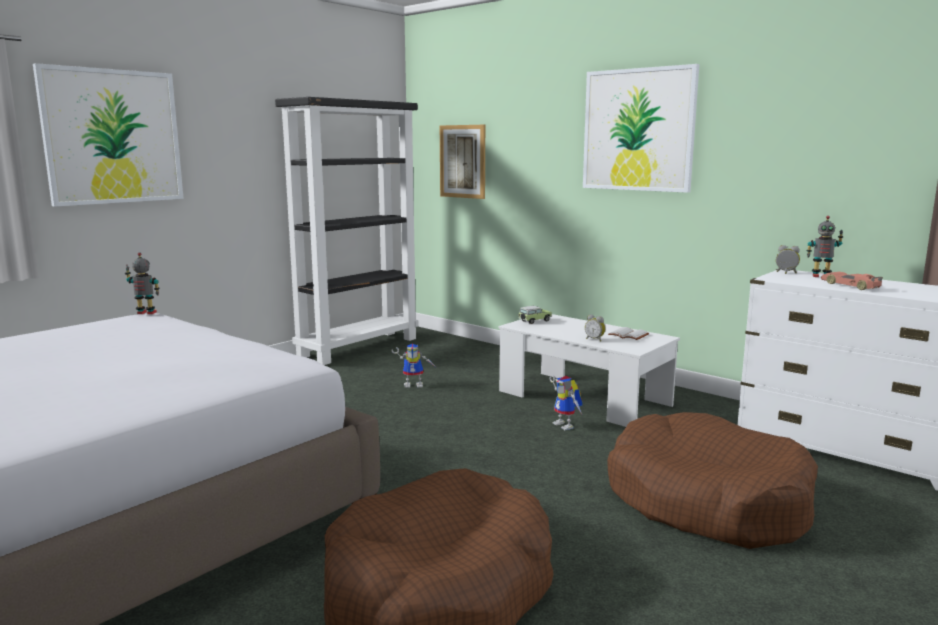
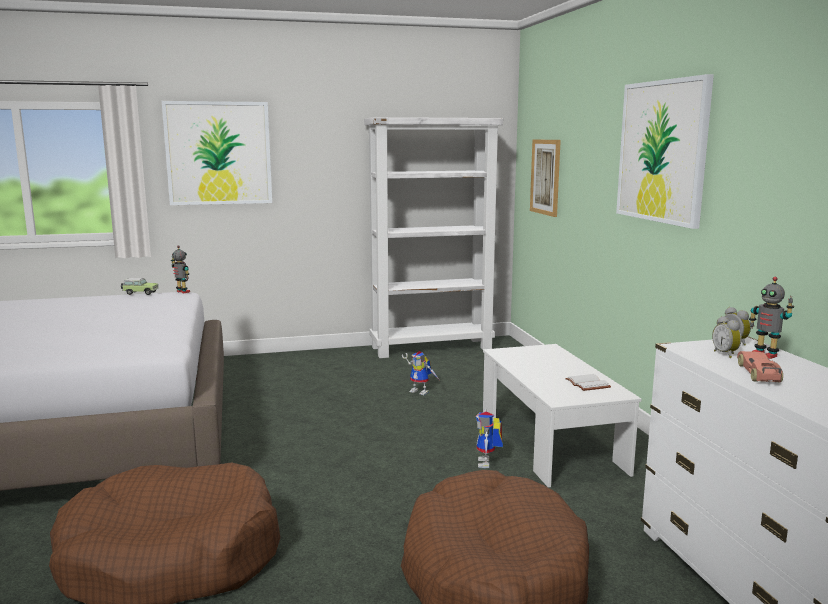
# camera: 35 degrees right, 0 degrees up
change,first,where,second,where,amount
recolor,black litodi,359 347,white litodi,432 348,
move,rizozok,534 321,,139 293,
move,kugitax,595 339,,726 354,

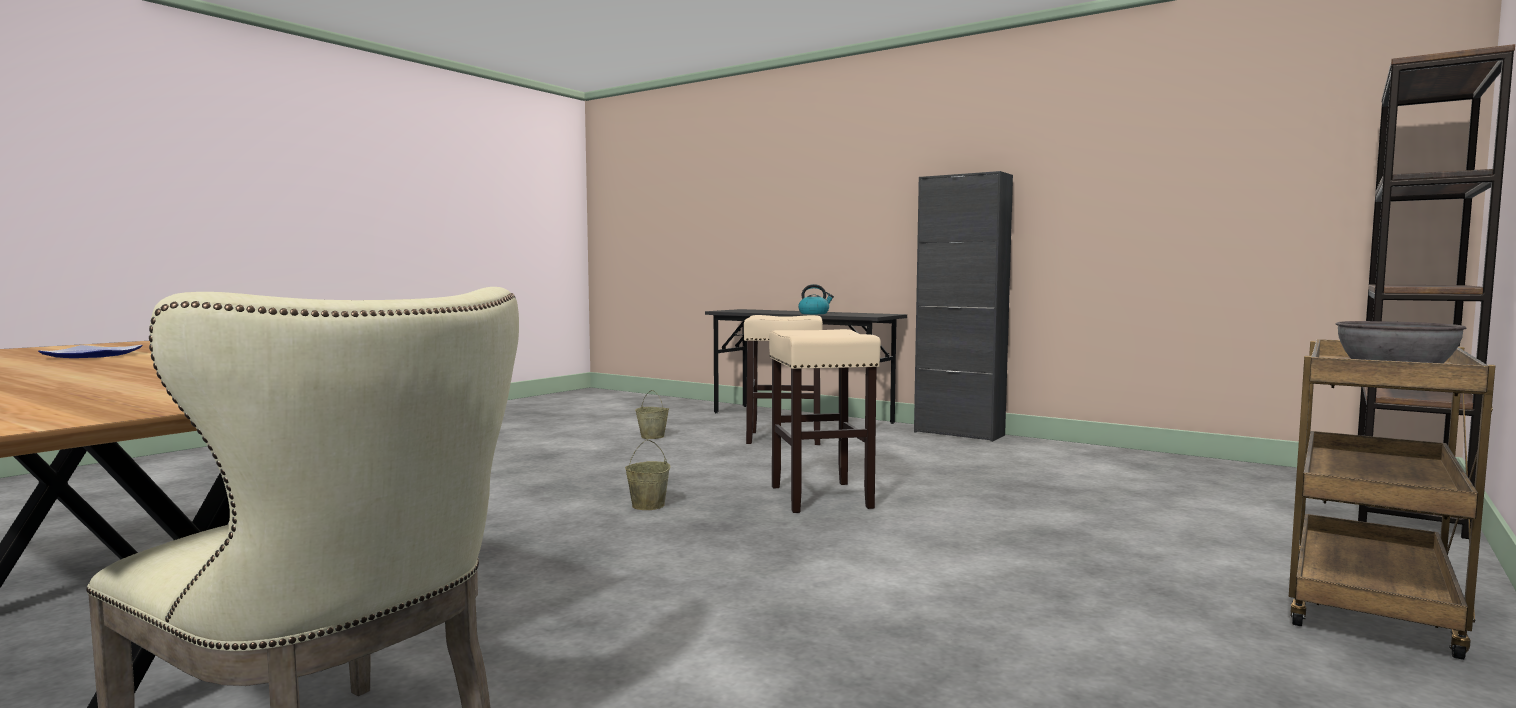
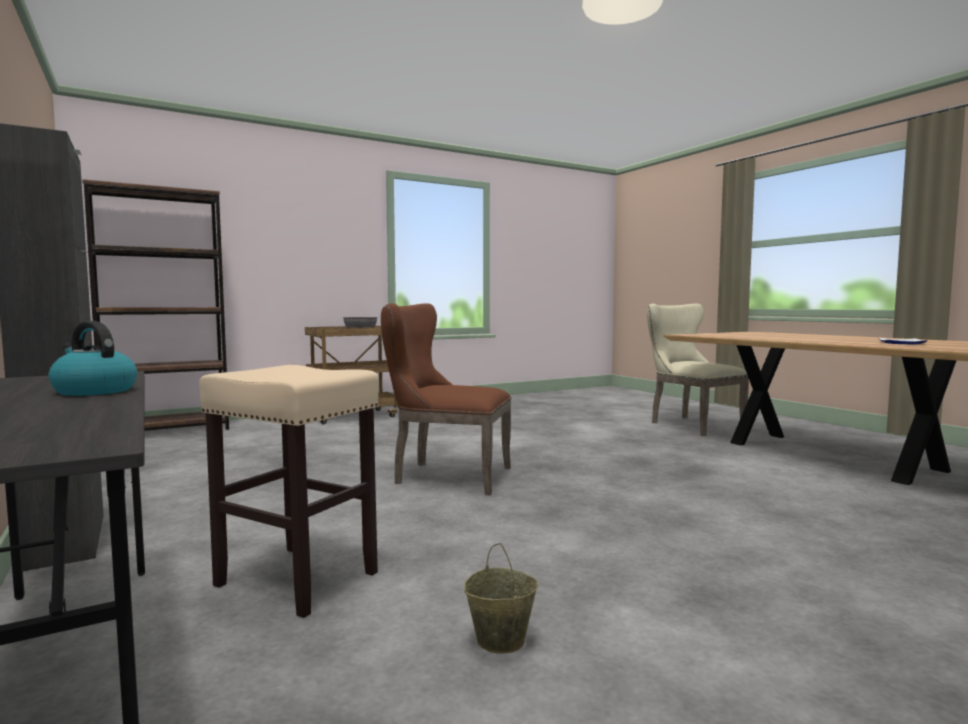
# camera: 155 degrees left, 0 degrees up
change,first,where,second,where,amount
delete,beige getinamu,648 505,,,
replace,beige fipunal,821 497,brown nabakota,445 476,

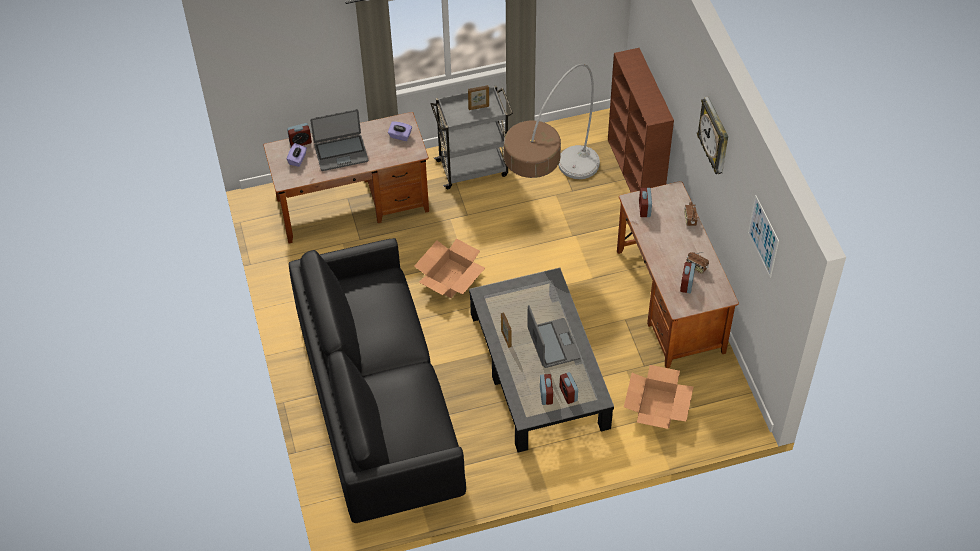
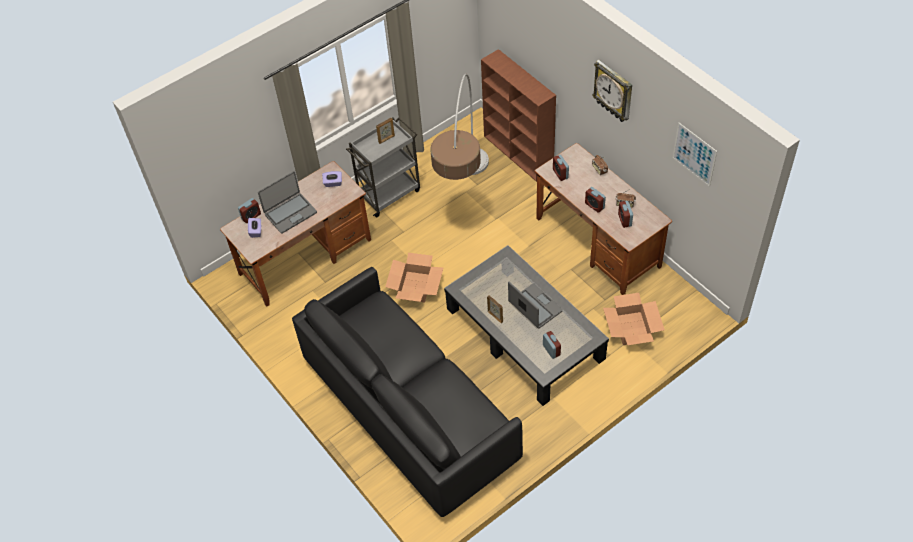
# camera: 20 degrees left, 0 degrees up
change,first,where,second,where,amount
move,kugitax,568 394,,594 205,

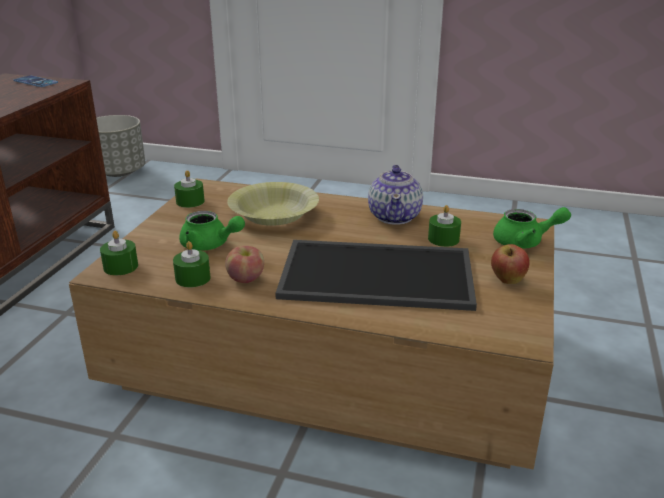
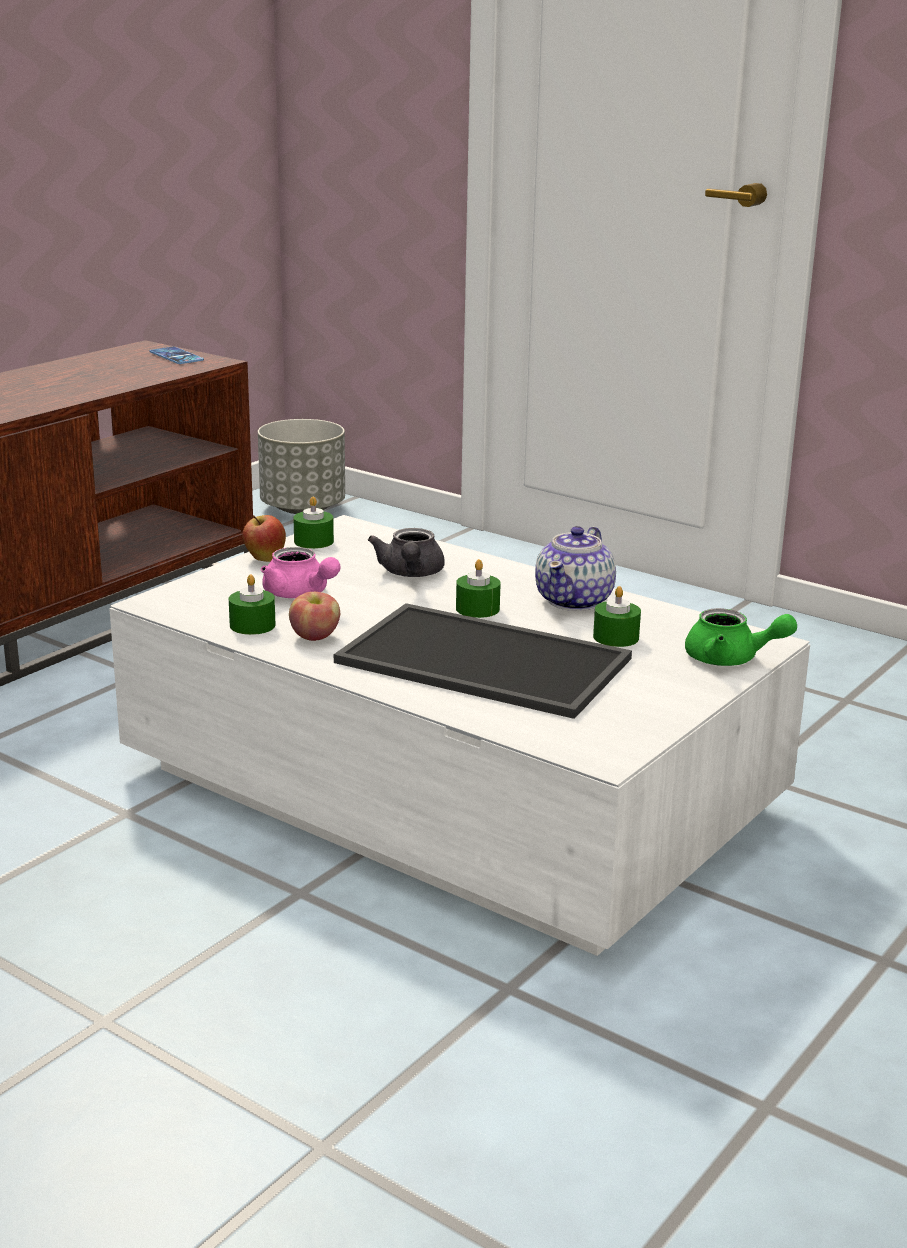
# camera: 20 degrees right, 5 degrees down
change,first,where,second,where,amount
recolor,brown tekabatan,333 357,white tekabatan,452 790,
move,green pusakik,121 266,,477 609,
recolor,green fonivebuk,210 245,pink fonivebuk,300 594,
replace,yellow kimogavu,274 215,grey fonivebuk,410 574,
move,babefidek,507 281,,264 559,

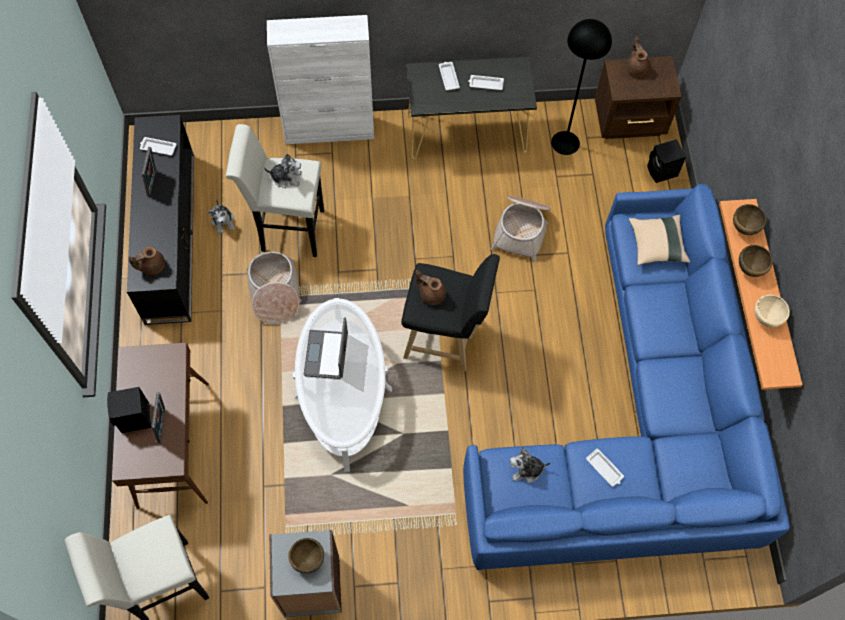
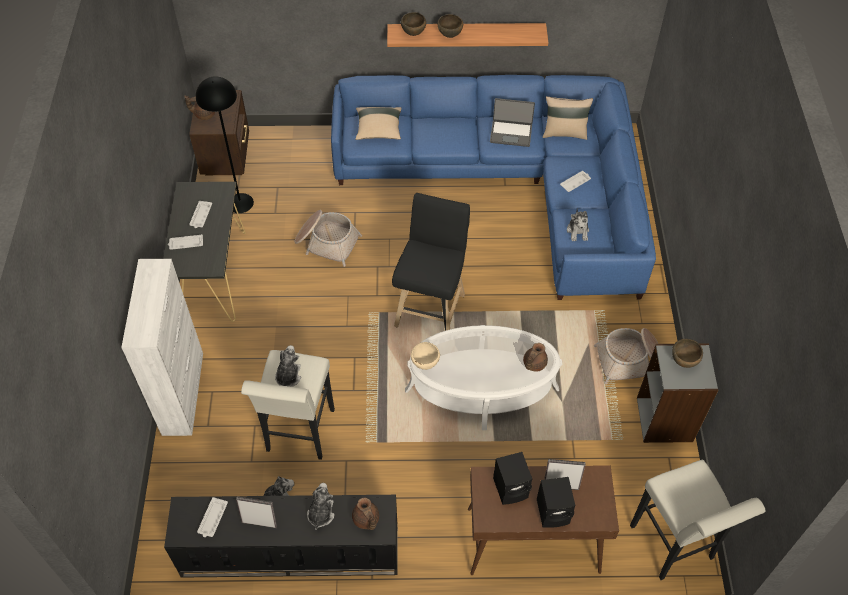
# camera: 85 degrees left, 10 degrees down
change,first,where,second,where,amount
move,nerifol,275 293,,630 361,
move,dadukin,327 355,,511 133,
move,brown fonivebuk,431 294,,533 364,
move,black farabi,662 172,,512 488,
move,beige kimogavu,765 318,,425 364,
insert,,,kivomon,320 513,
insert,,,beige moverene,564 132,

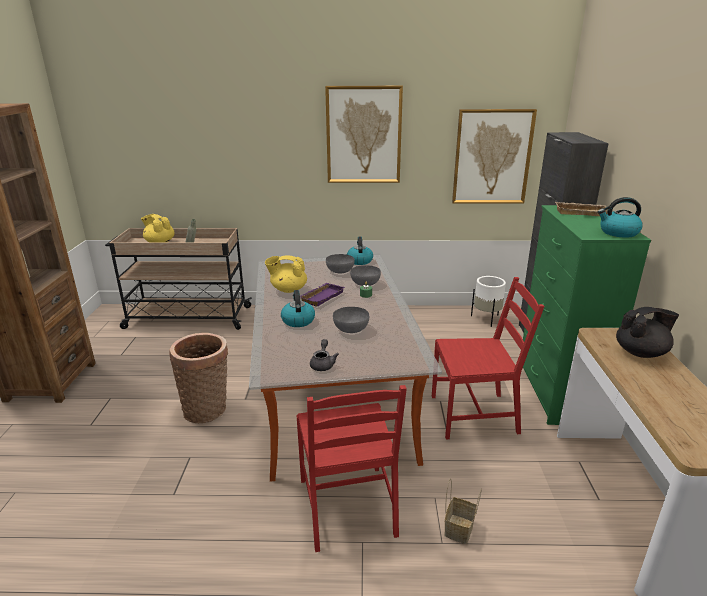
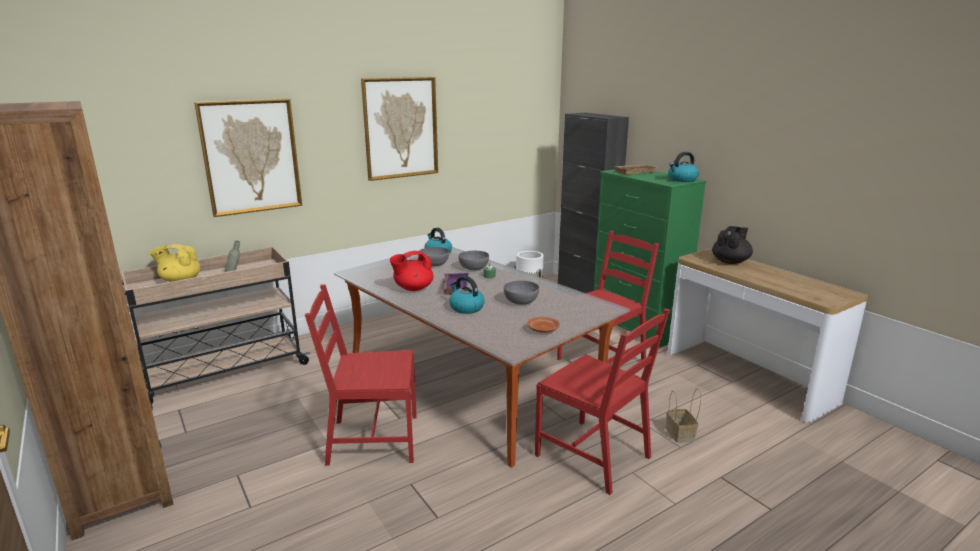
# camera: 35 degrees left, 5 degrees down
change,first,where,second,where,amount
replace,nerifol,208 409,red nabakota,372 440,
recolor,yellow fonivebuk,288 289,red fonivebuk,413 288,
replace,grey fonivebuk,323 364,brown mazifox,542 330,
move,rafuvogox,492 157,,251 157,

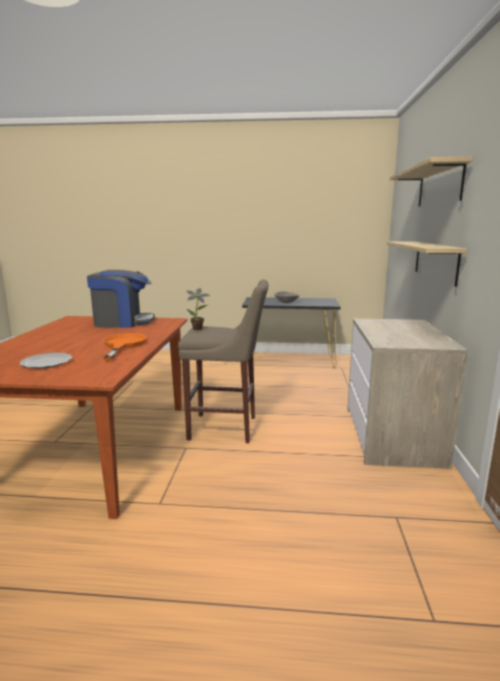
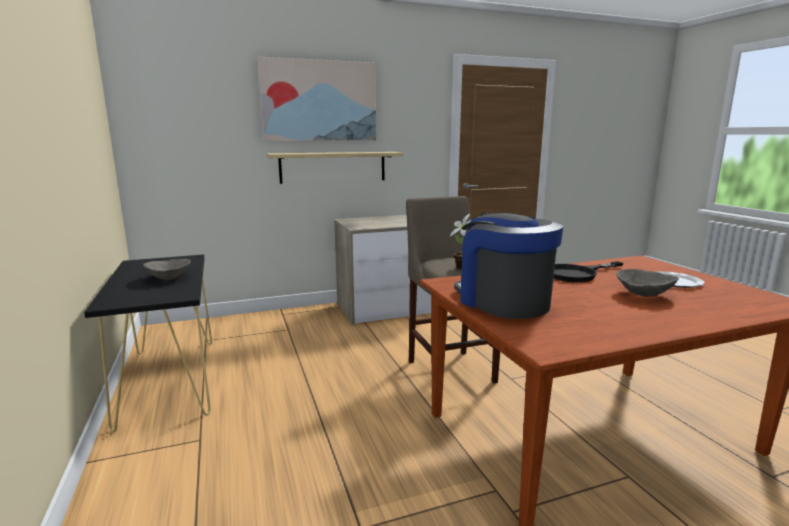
# camera: 115 degrees left, 0 degrees up
change,first,where,second,where,amount
recolor,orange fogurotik,123 345,black fogurotik,577 274,
replace,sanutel,439 186,rafuvogox,319 101,
insert,,,grey kimogavu,644 295,

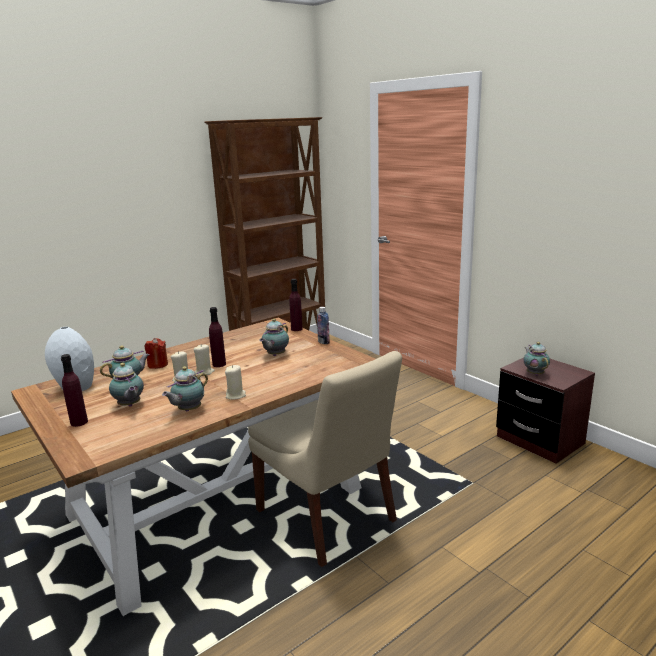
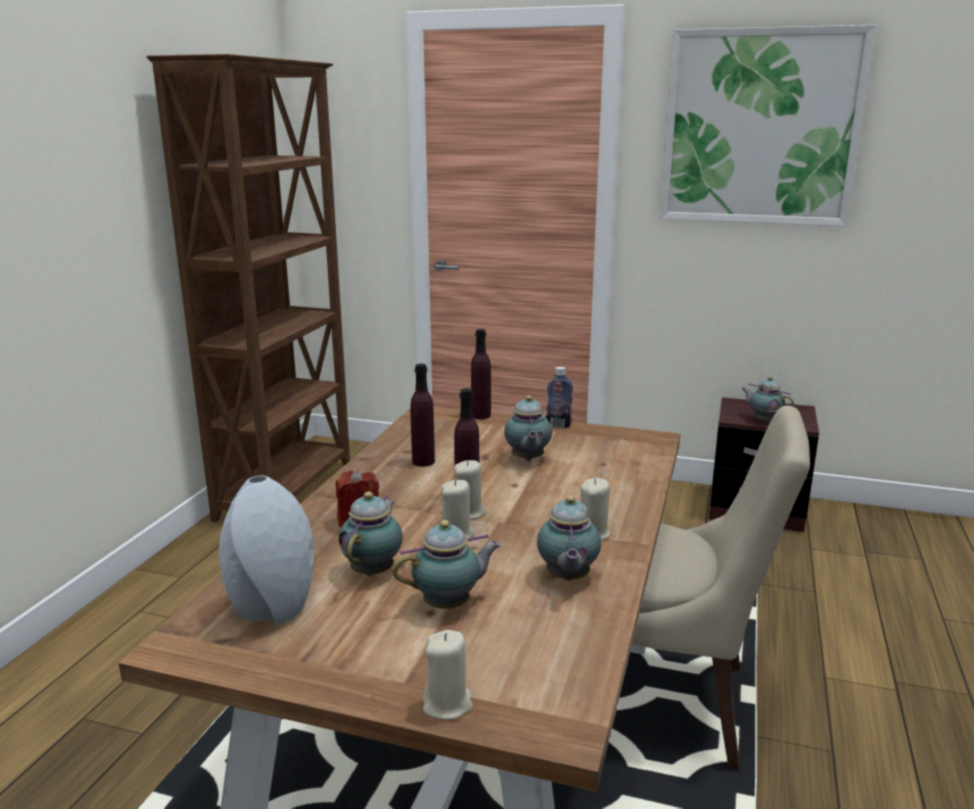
# camera: 35 degrees left, 0 degrees up
change,first,where,second,where,amount
move,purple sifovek,79 422,,423 461,
rotate,fonivebuk,129 405,,450 604,45 degrees counterclockwise
insert,,,beige pusakik,447 704,
insert,,,rafuvogox,760 128,

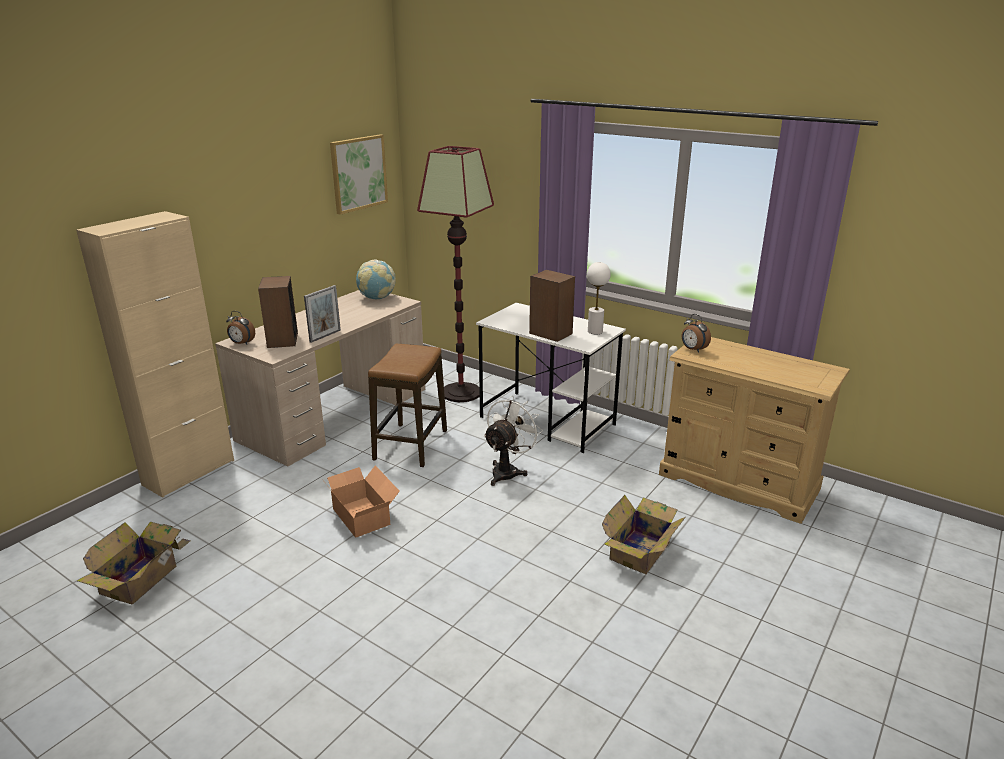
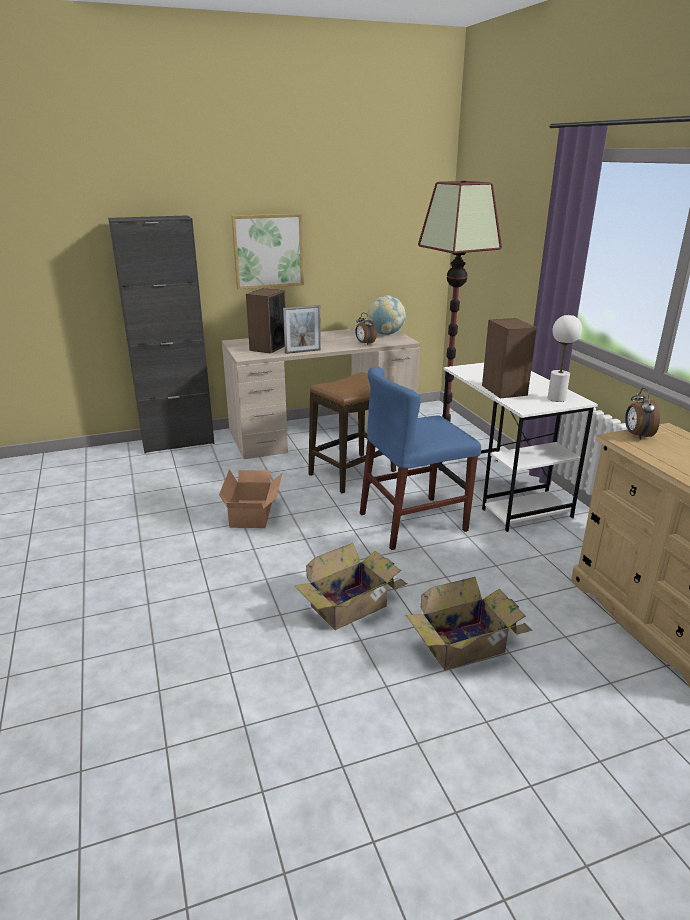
# camera: 35 degrees right, 0 degrees up
change,first,where,second,where,amount
recolor,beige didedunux,189 472,black didedunux,178 442,
move,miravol,142 578,,352 605,
move,kugitax,242 343,,364 343,
move,rafuvogox,358 173,,268 251,
replace,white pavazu,508 471,blue nabakota,413 522,

